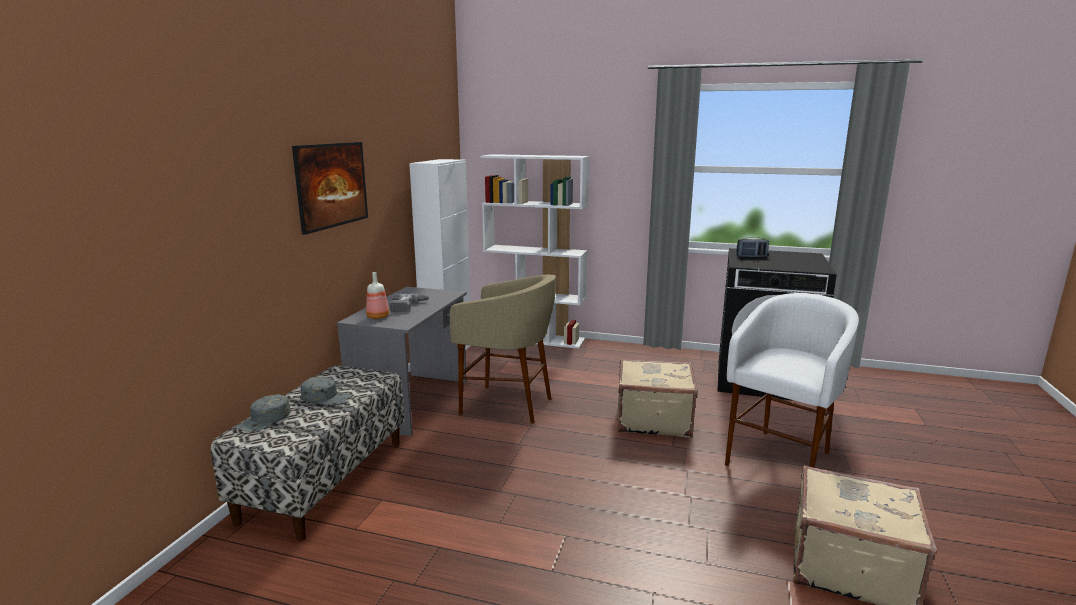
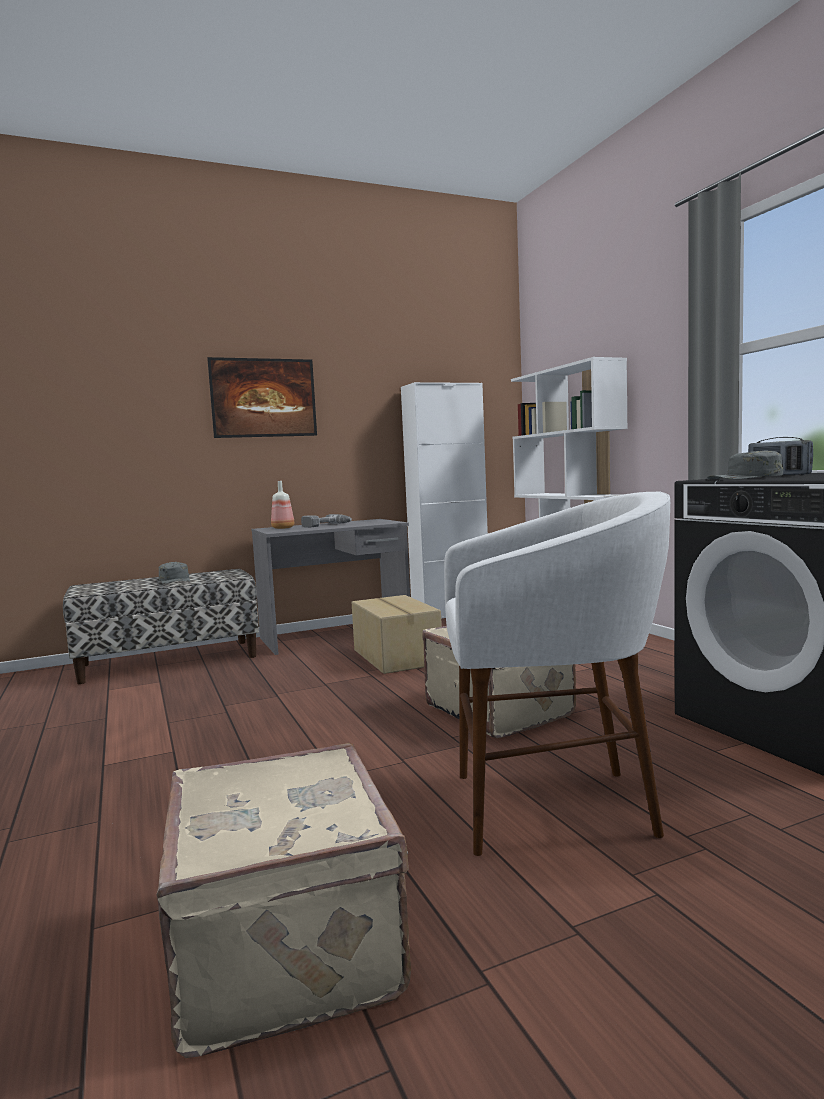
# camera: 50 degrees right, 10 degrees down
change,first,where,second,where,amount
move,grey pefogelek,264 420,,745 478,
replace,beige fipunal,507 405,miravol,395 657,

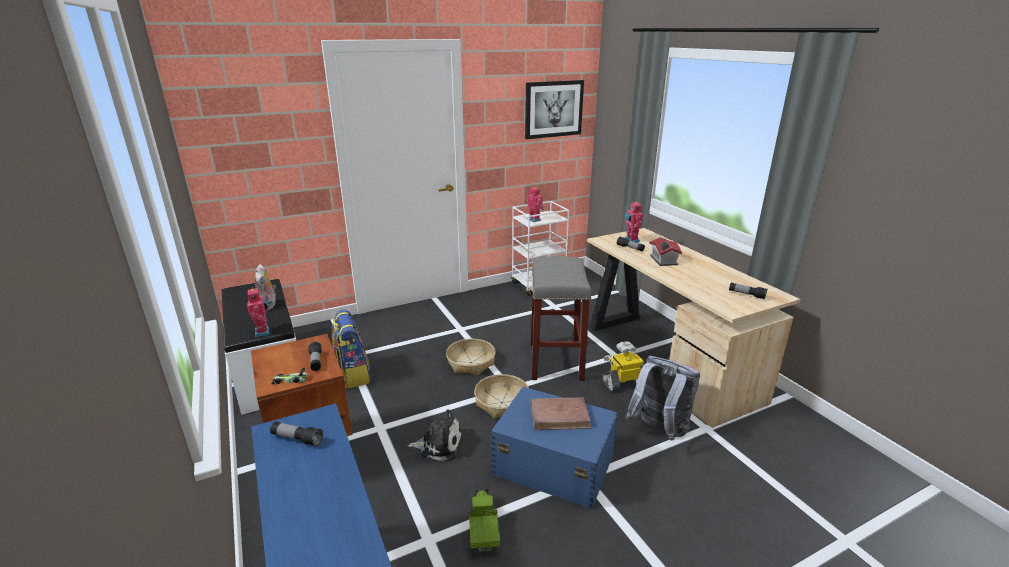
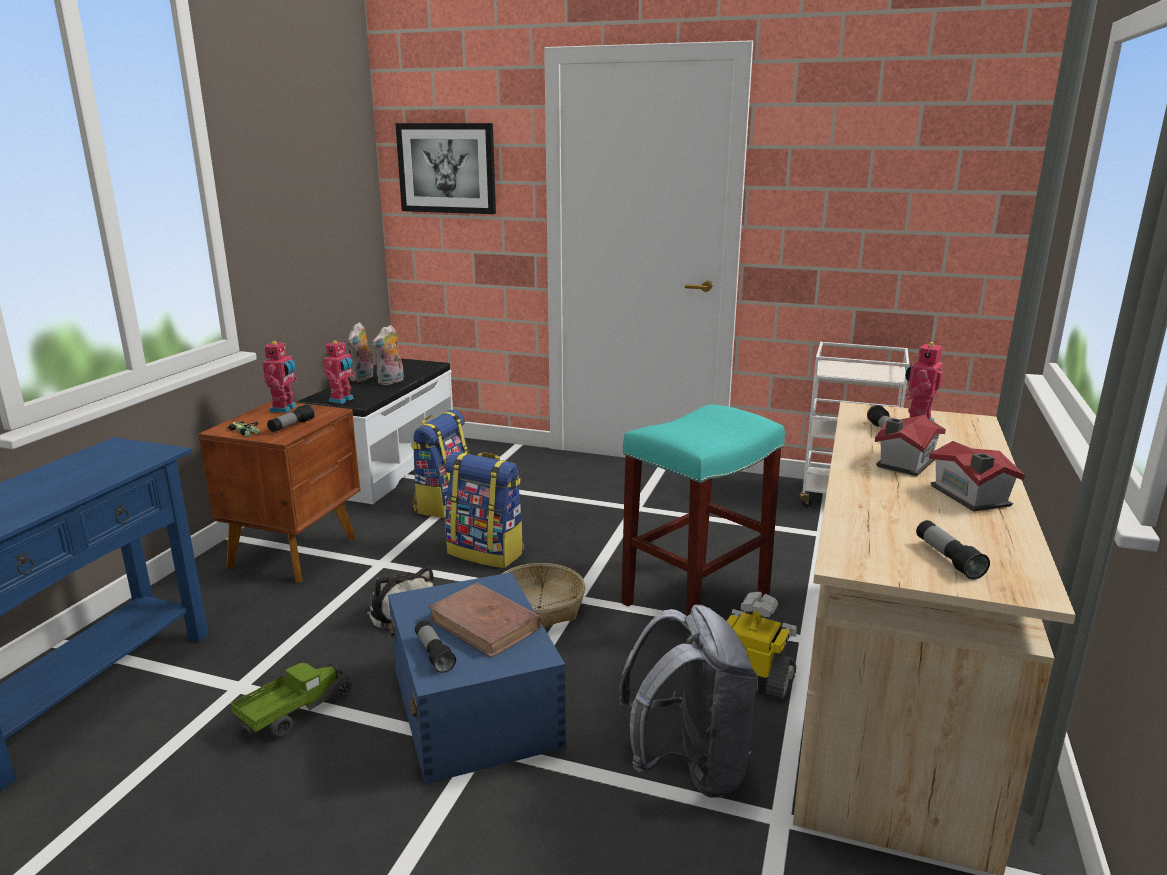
# camera: 45 degrees right, 5 degrees down
change,first,where,second,where,amount
move,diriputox,297 439,,434 654,
delete,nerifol,471 362,,,
move,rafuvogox,553 109,,447 168,
move,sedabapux,534 219,,285 409,
recolor,grey fipunal,555 360,turquoise fipunal,696 598,
insert,,,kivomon,363 378,
insert,,,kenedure,487 552,
insert,,,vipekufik,969 497,

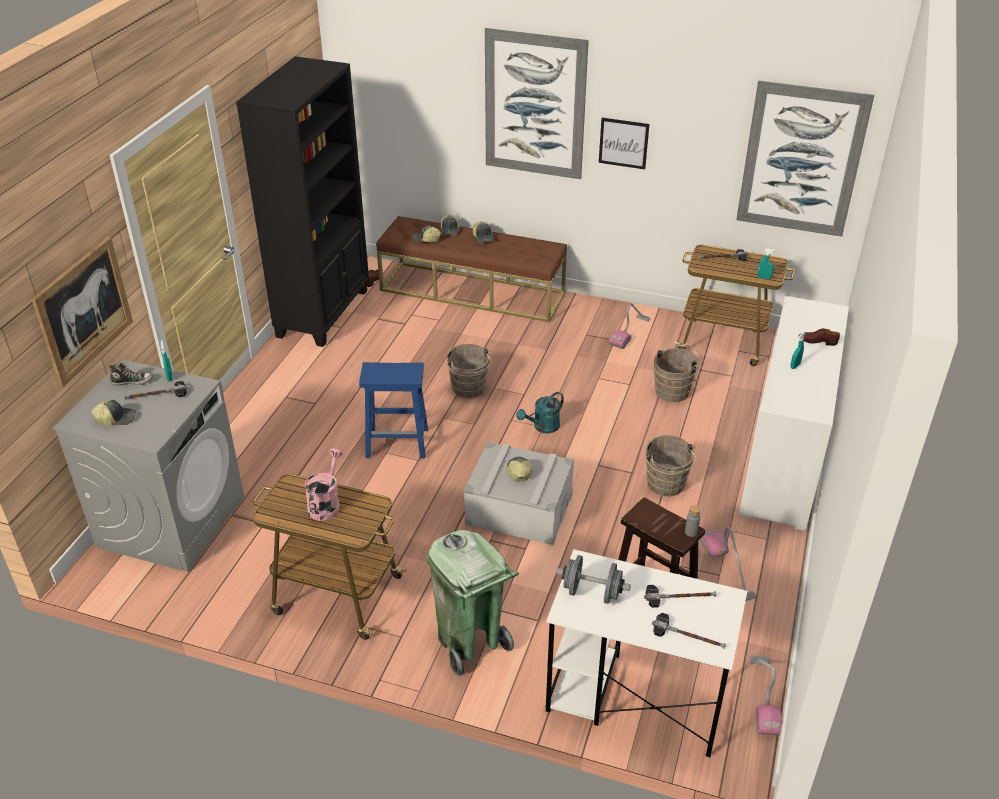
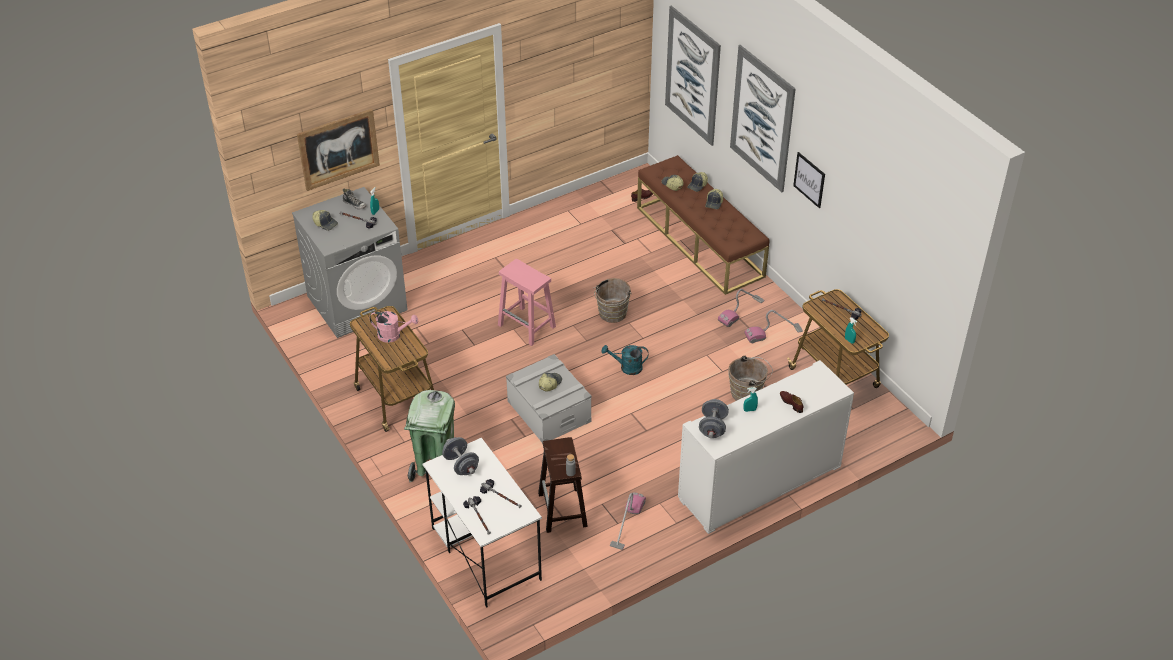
# camera: 40 degrees right, 5 degrees up
change,first,where,second,where,amount
delete,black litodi,324 313,,,
rotate,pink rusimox,326 503,,393 335,45 degrees clockwise
recolor,blue fipunal,398 442,pink fipunal,527 326,
delete,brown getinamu,666 486,,,
move,rafuvogox,801 160,,692 76,
move,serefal,764 696,,741 311,
insert,,,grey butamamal,712 427,

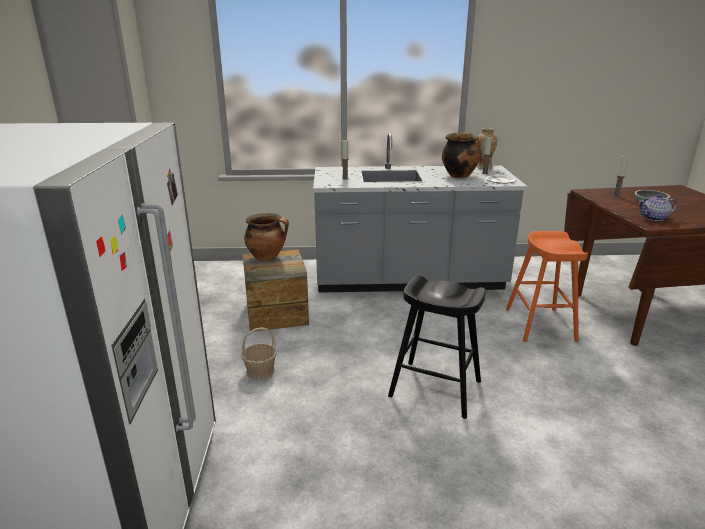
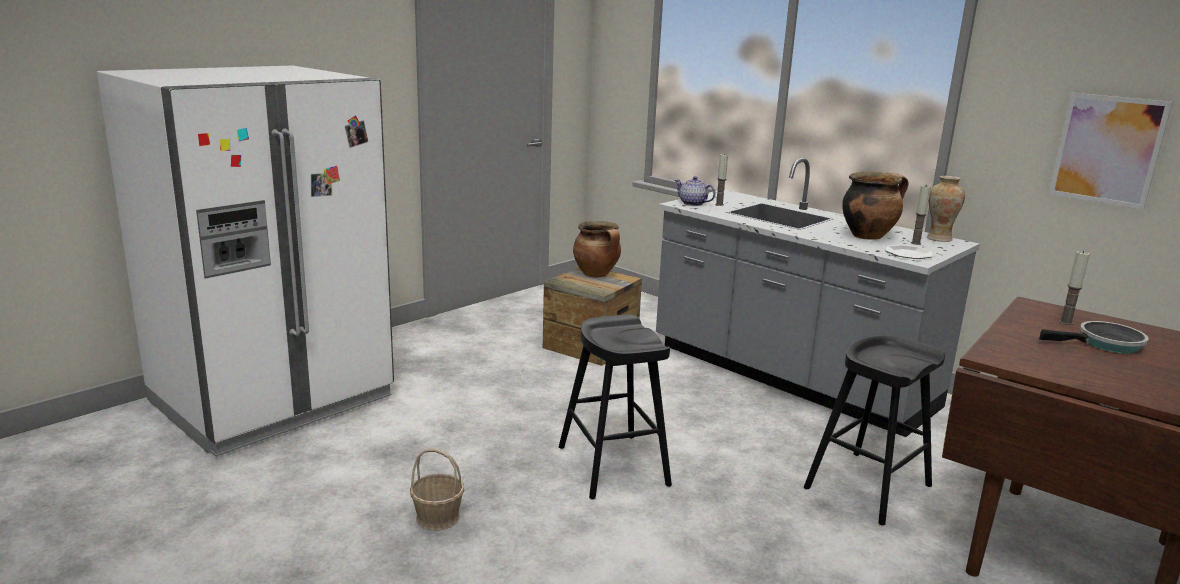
# camera: 45 degrees right, 5 degrees down
change,first,where,second,where,amount
move,nerifol,260 371,,437 517,
recolor,orange fipunal,540 325,black fipunal,867 487,
move,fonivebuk,654 218,,693 204,
insert,,,rafuvogox,1107 150,

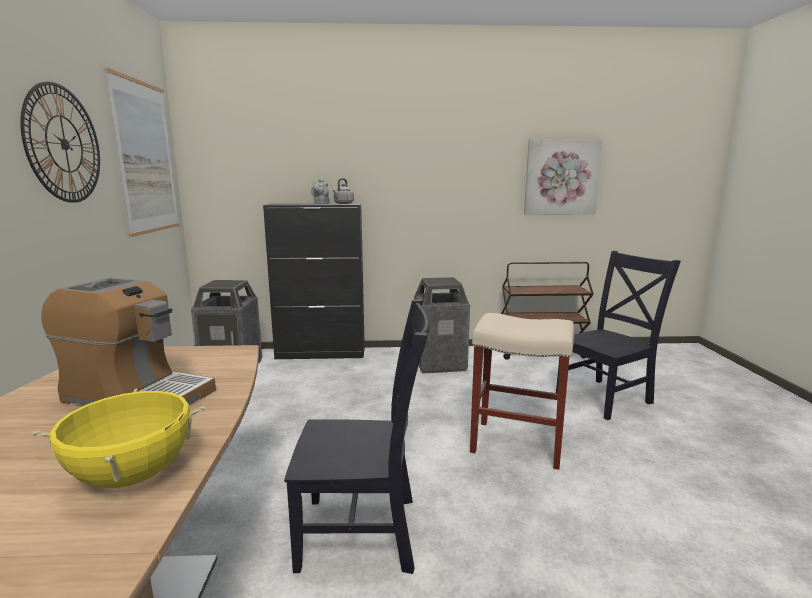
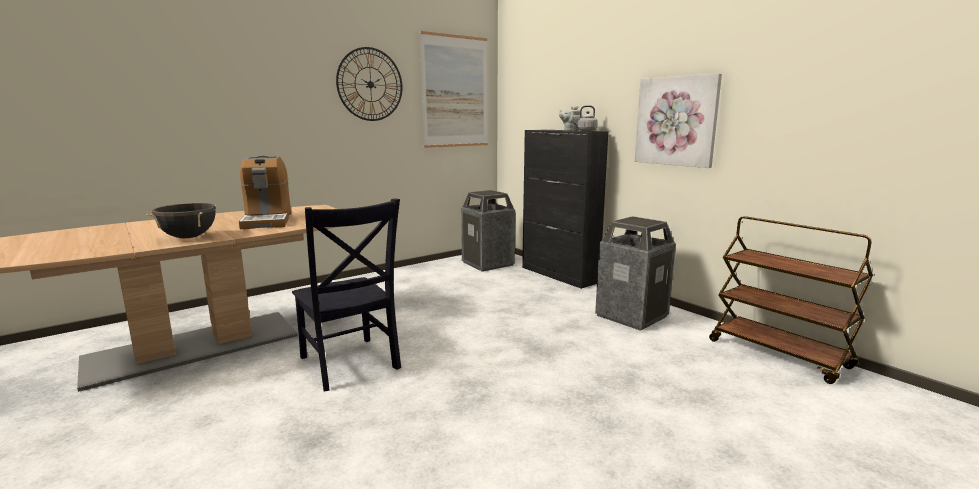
# camera: 55 degrees right, 0 degrees up
change,first,where,second,where,amount
recolor,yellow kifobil,133 476,black kifobil,189 237,
delete,beige fipunal,518 443,,,
move,rafuvogox,561 177,,676 121,
delete,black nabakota,606 398,,,

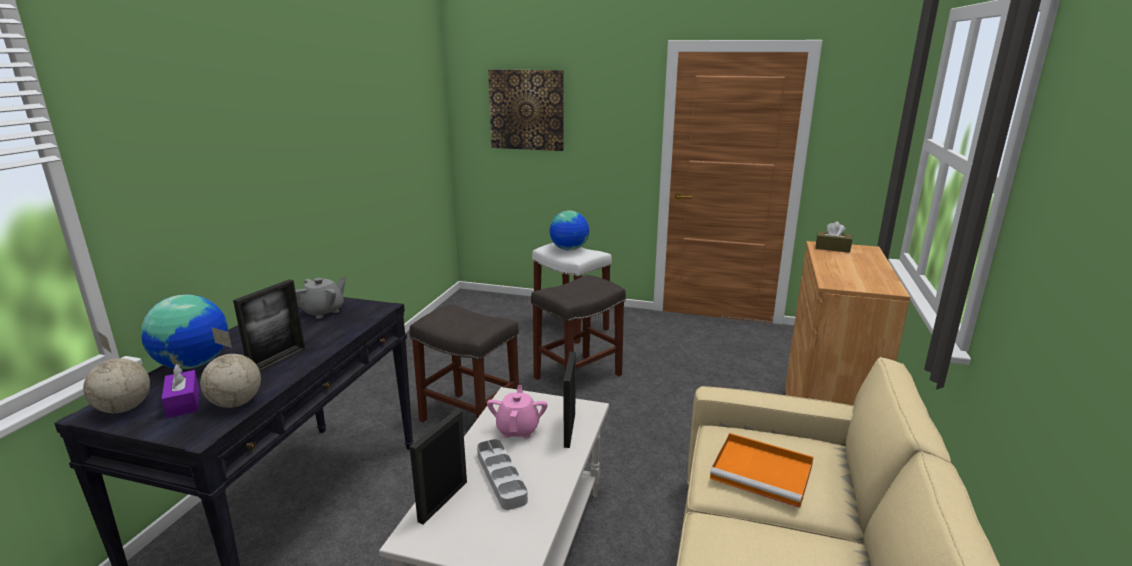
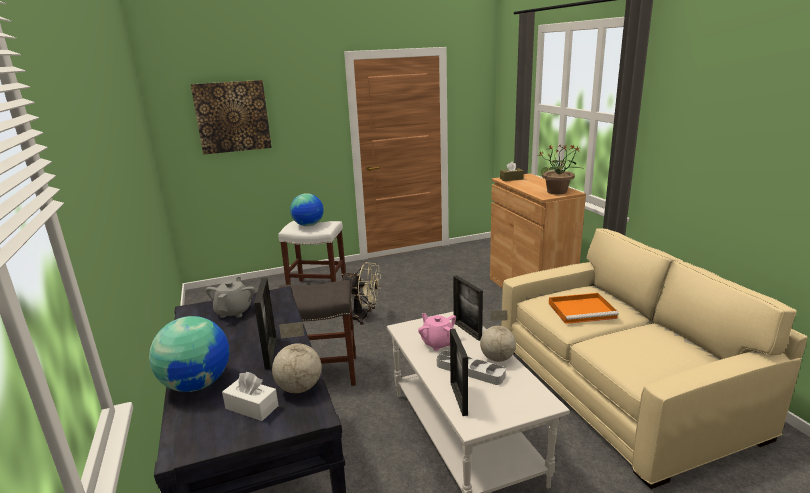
# camera: 35 degrees left, 0 degrees up
change,first,where,second,where,amount
move,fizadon,124 408,,497 358,
recolor,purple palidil,183 402,white palidil,252 407,
replace,grey fipunal,578 376,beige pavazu,363 317,
insert,,,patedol,557 192,

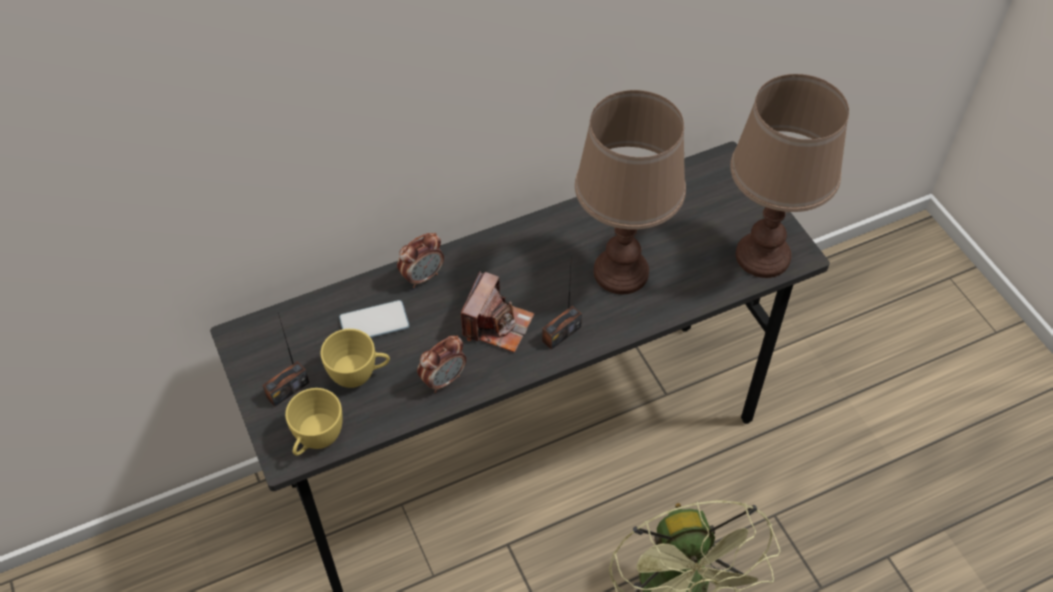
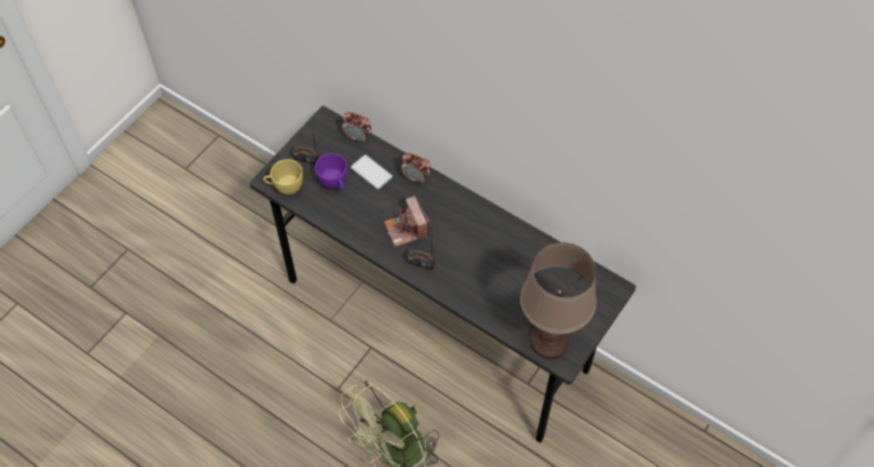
# camera: 60 degrees right, 5 degrees up
change,first,where,second,where,amount
recolor,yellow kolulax,359 375,purple kolulax,335 184,
move,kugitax,443 380,,357 137,
rotate,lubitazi,497 325,,407 229,75 degrees clockwise
delete,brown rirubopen,621 273,,,

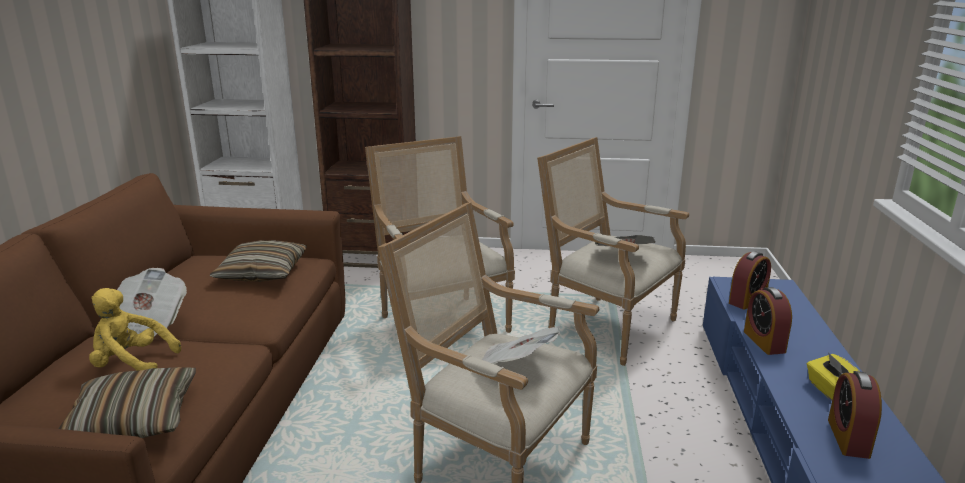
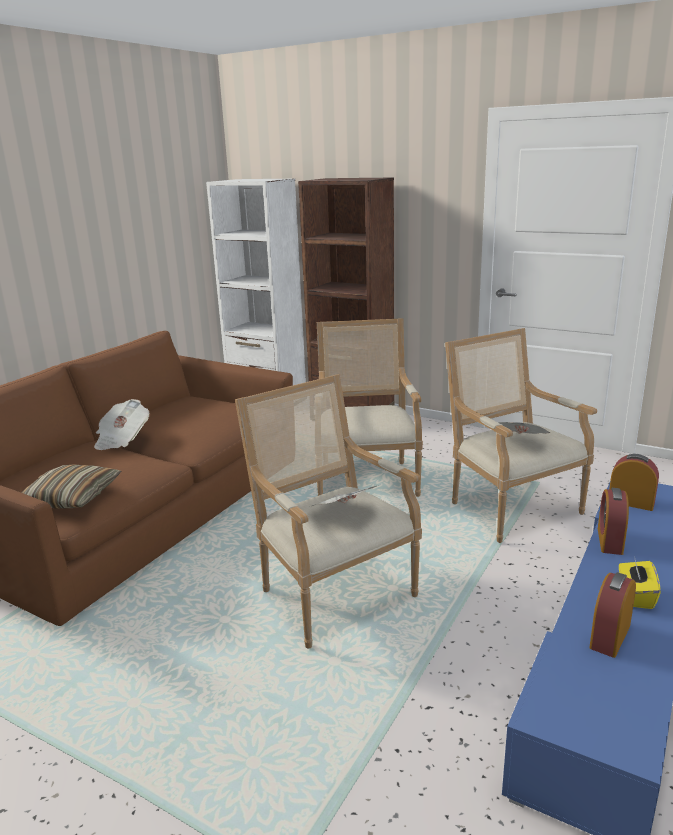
# camera: 25 degrees right, 0 degrees up
change,first,where,second,where,amount
delete,yellow kivomon,131 364,,,
delete,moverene,262 272,,,
rotate,kugitax,747 300,,631 502,135 degrees counterclockwise

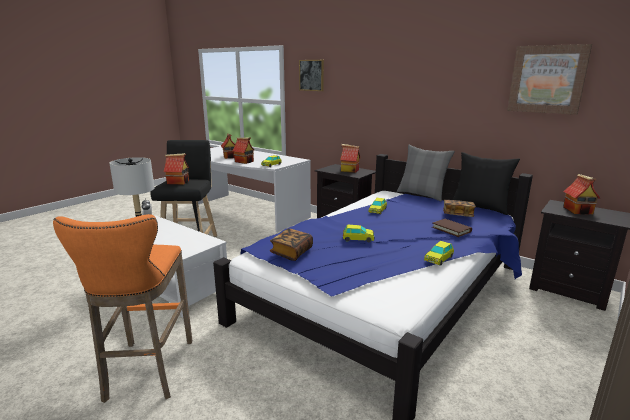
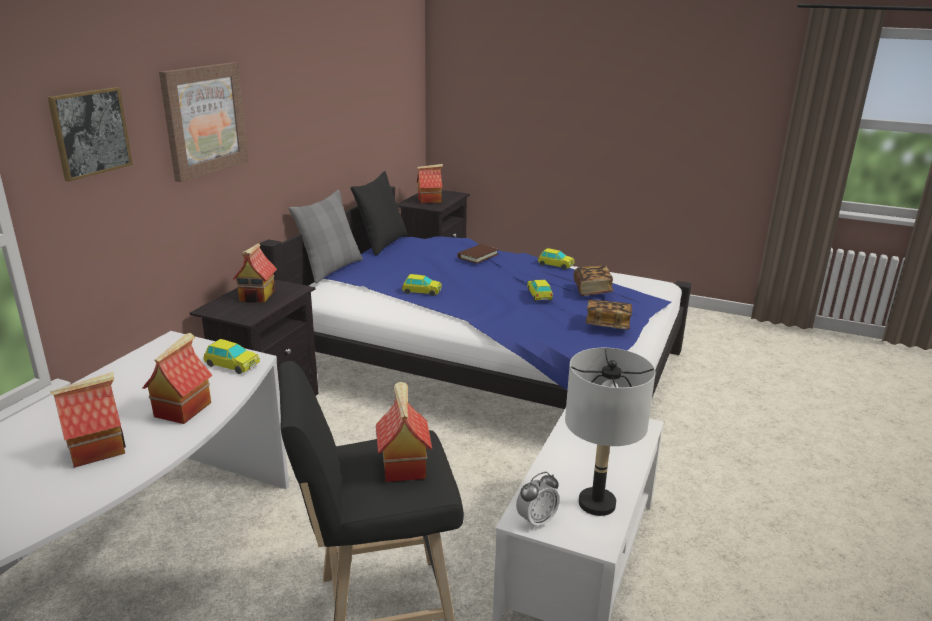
# camera: 105 degrees left, 5 degrees up
change,first,where,second,where,amount
delete,orange fipunal,148 372,,,
move,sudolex,457 215,,592 290,
move,rafuvogox,547 79,,204 120,

